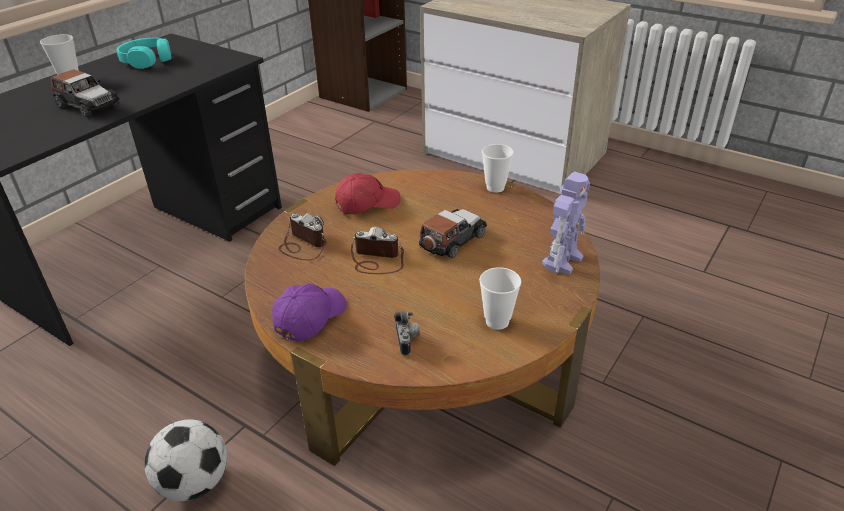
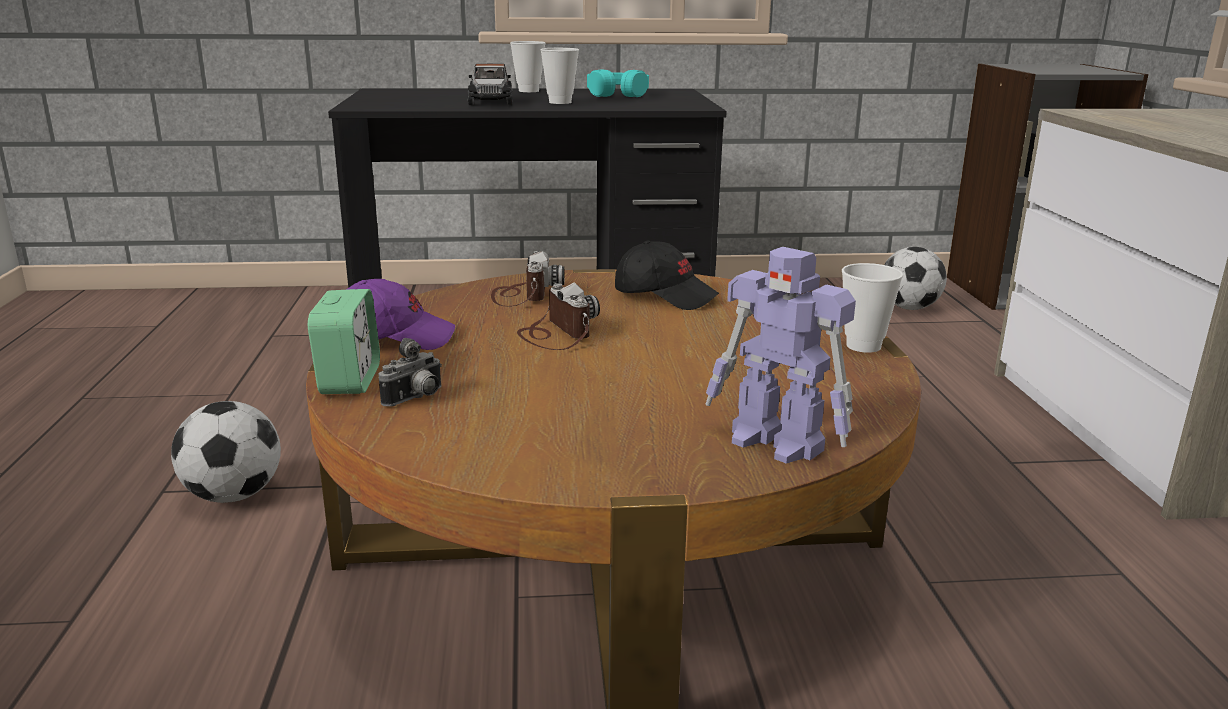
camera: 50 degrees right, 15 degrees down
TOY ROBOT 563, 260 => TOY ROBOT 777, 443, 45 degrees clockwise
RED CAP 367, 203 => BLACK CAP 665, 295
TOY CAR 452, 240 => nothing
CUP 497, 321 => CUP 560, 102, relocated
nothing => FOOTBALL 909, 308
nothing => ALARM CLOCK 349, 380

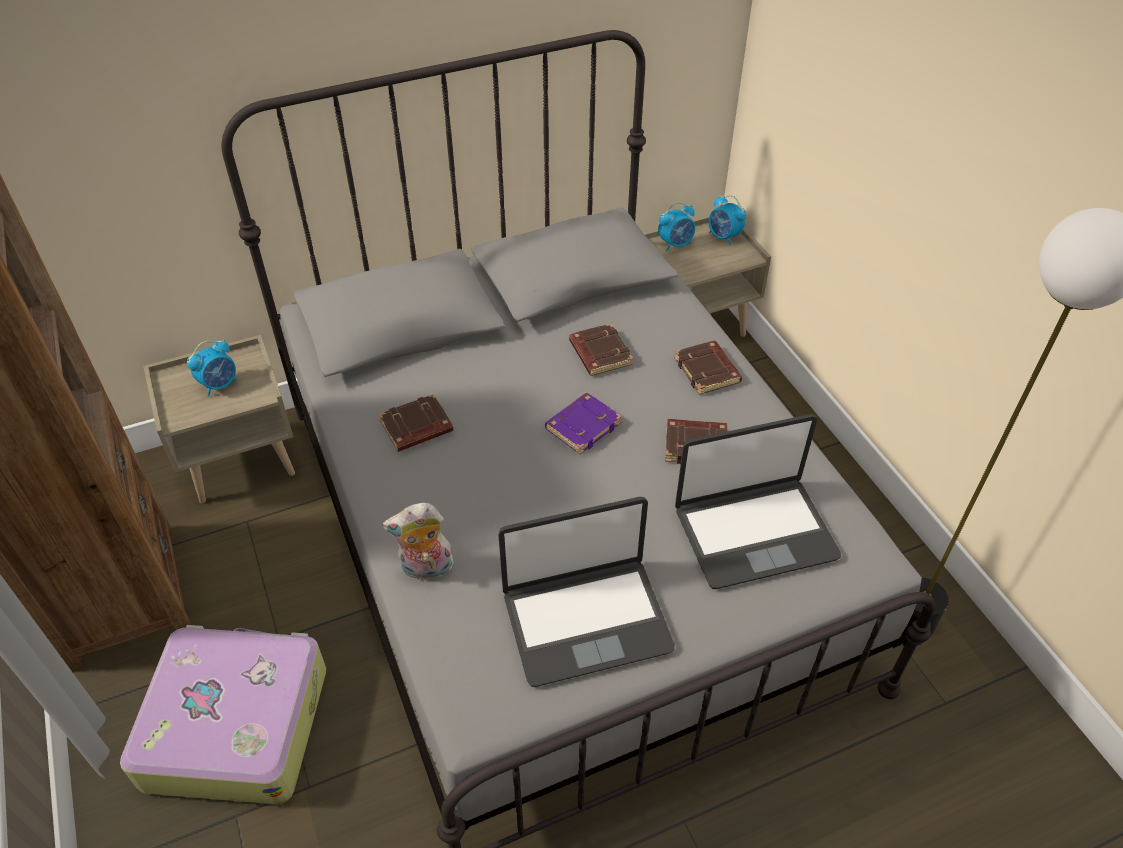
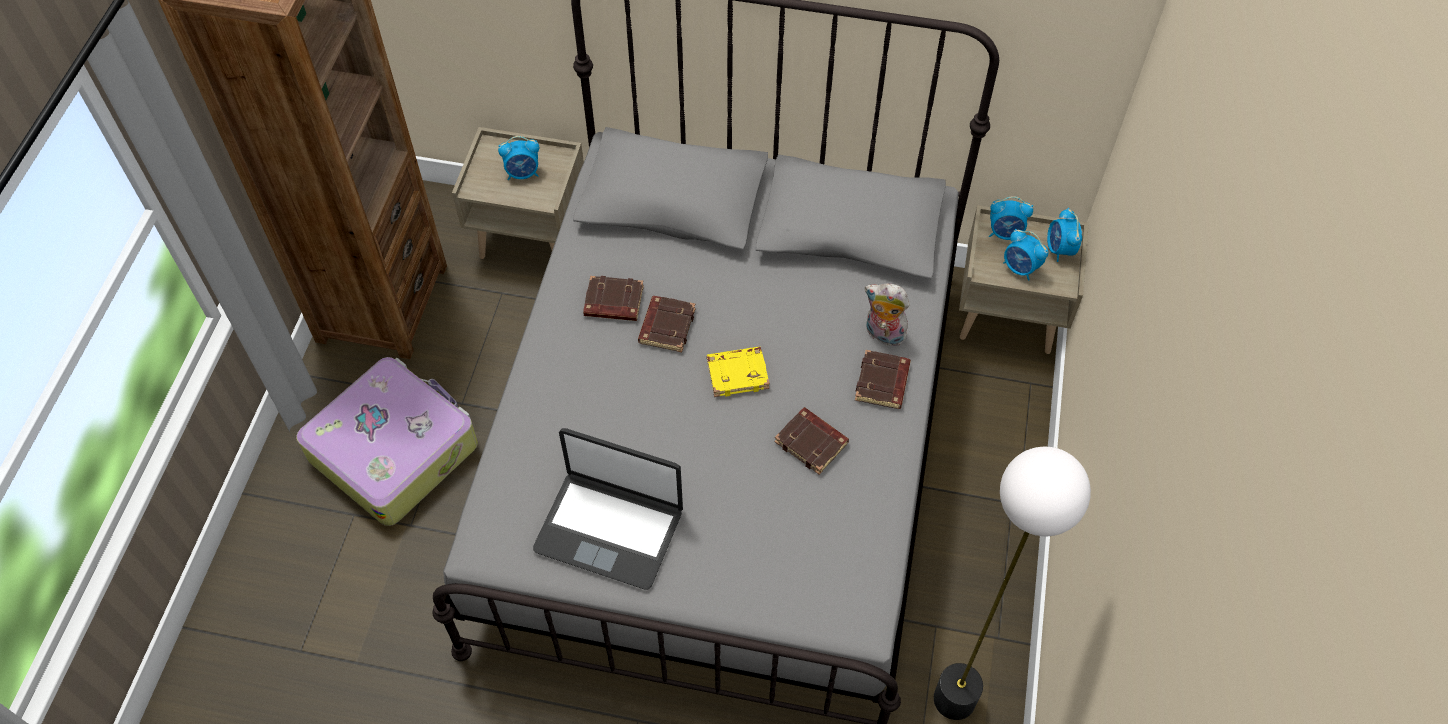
camera: 35 degrees right, 10 degrees up
BROWN BOOK 599, 353 => BROWN BOOK 666, 326, relocated
PURPLE BOOK 582, 426 => YELLOW BOOK 738, 373
LAPTOP 754, 532 => nothing
PLUSH TOY 426, 569 => PLUSH TOY 883, 334, relocated
nothing => ALARM CLOCK 1020, 268

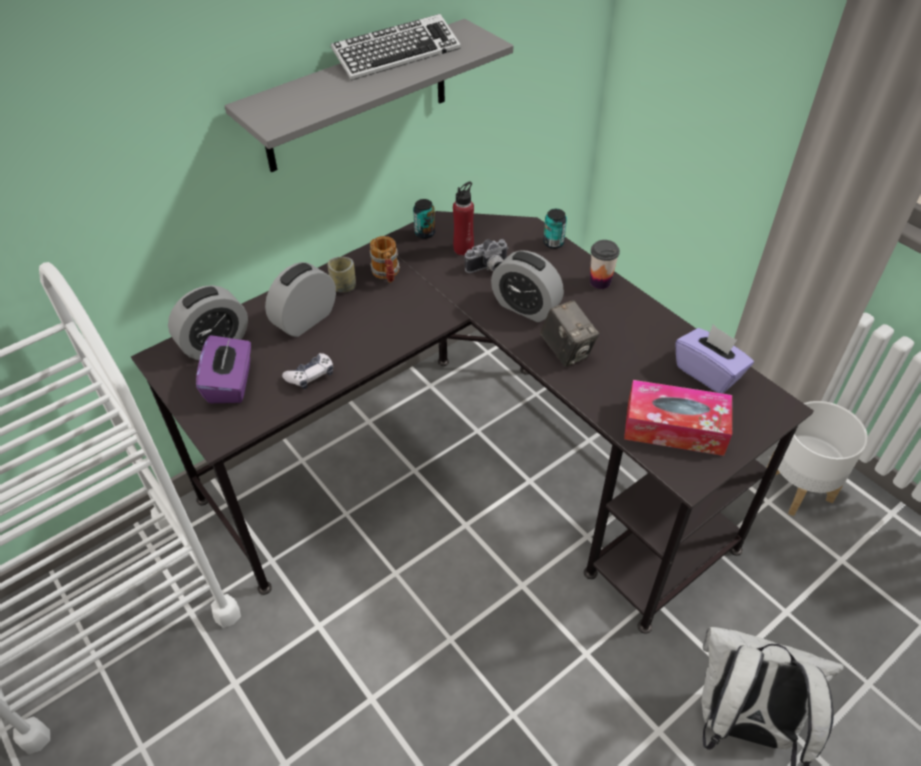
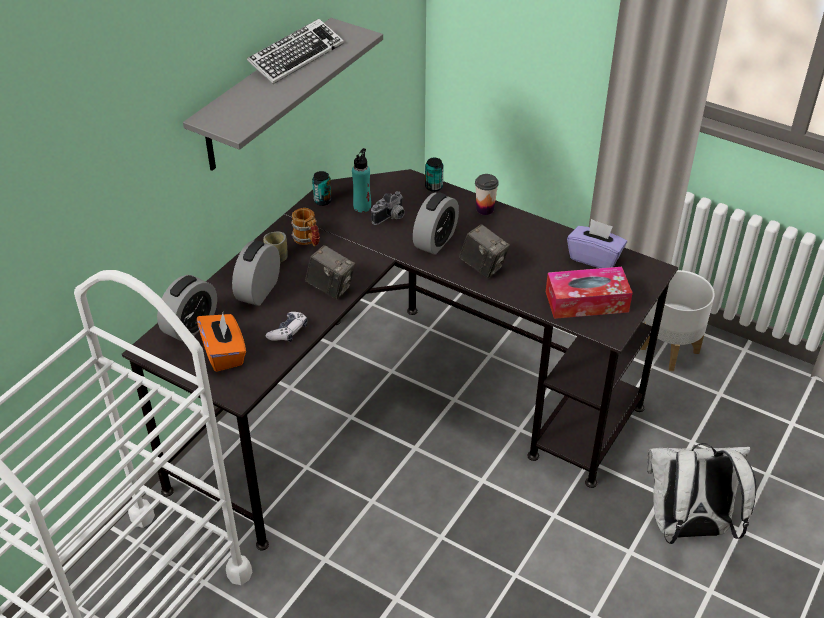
camera: 20 degrees left, 5 degrees down
RED BOTTLE 463, 249 => TURQUOISE BOTTLE 362, 207
ALARM CLOCK 525, 307 => ALARM CLOCK 435, 241, 75 degrees counterclockwise
PURPLE TISSUE BOX 231, 384 => ORANGE TISSUE BOX 224, 353
nothing => PHOTO CAMERA 331, 288

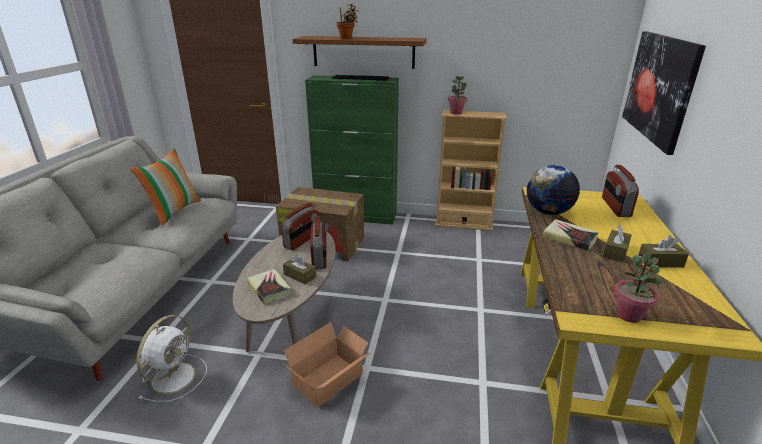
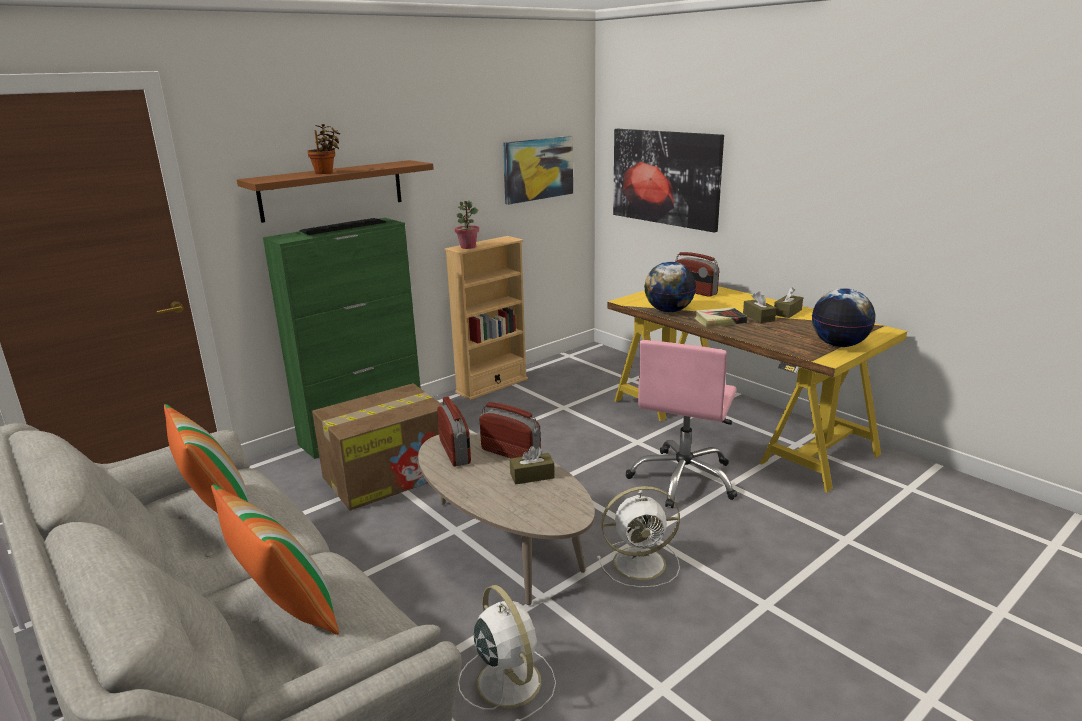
camera: 50 degrees left, 5 degrees down
POTTED PLANT 629, 315 => GLOBE 839, 345
BOOK 269, 289 => nothing
CARDBOARD BOX 331, 380 => WHITE FAN 641, 563
nothing => PICTURE 538, 169
nothing => PINK OFFICE CHAIR 684, 479
nothing => PILLOW 285, 610

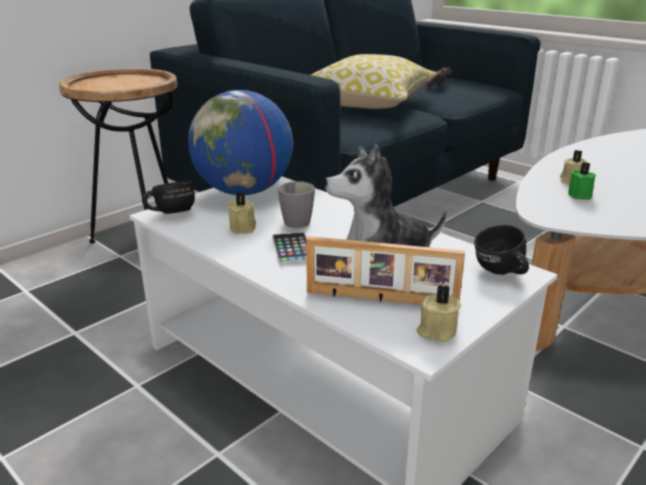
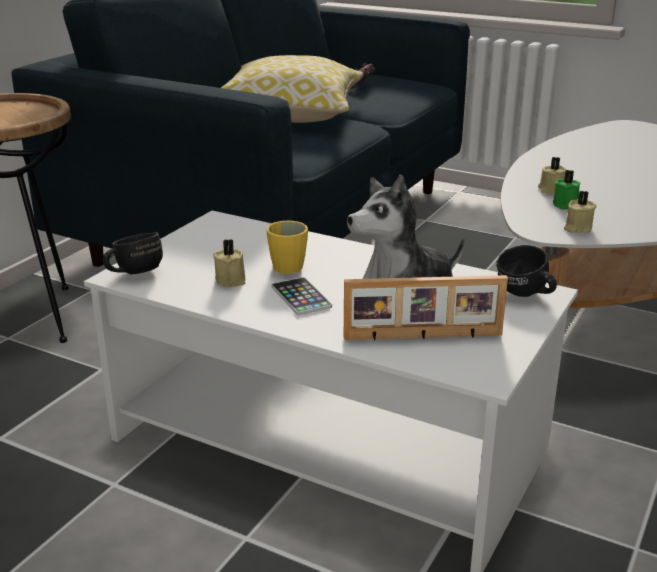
camera: 15 degrees left, 0 degrees up
GLOBE 244, 192 => nothing
GREY MUG 299, 220 => YELLOW MUG 288, 264
BEIGE CANDLE 436, 331 => BEIGE CANDLE 577, 228, relocated

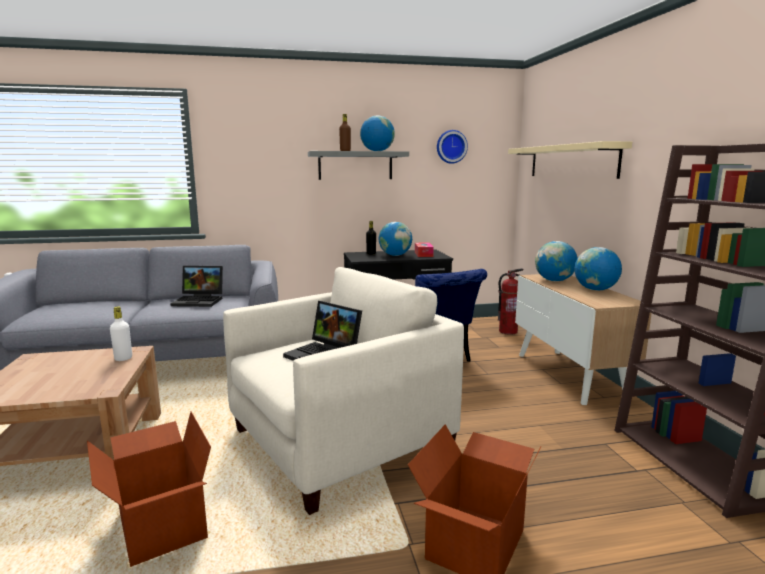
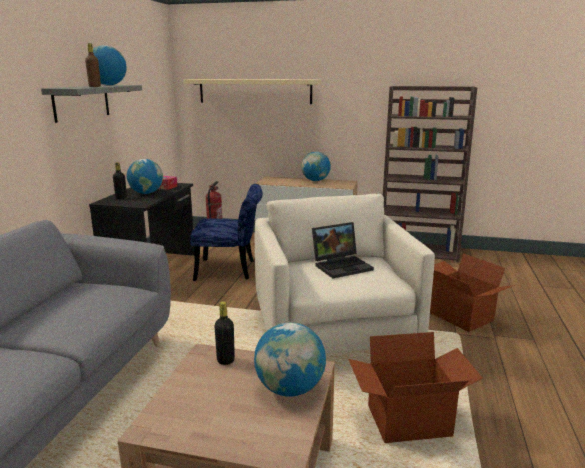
camera: 65 degrees left, 5 degrees up
WALL CLOCK 451, 146 => nothing
GLOBE 554, 280 => GLOBE 290, 389, relocated
LAPTOP 200, 301 => nothing
WHITE BOTTLE 123, 358 => BLACK BOTTLE 225, 360

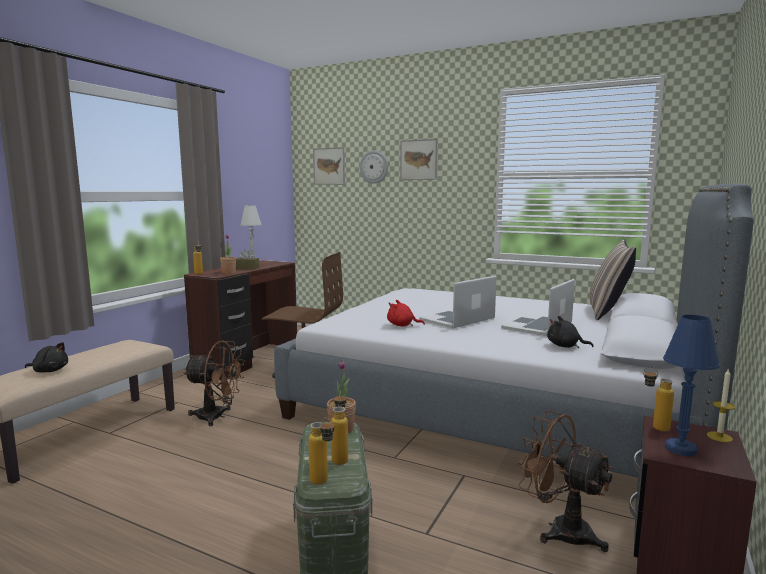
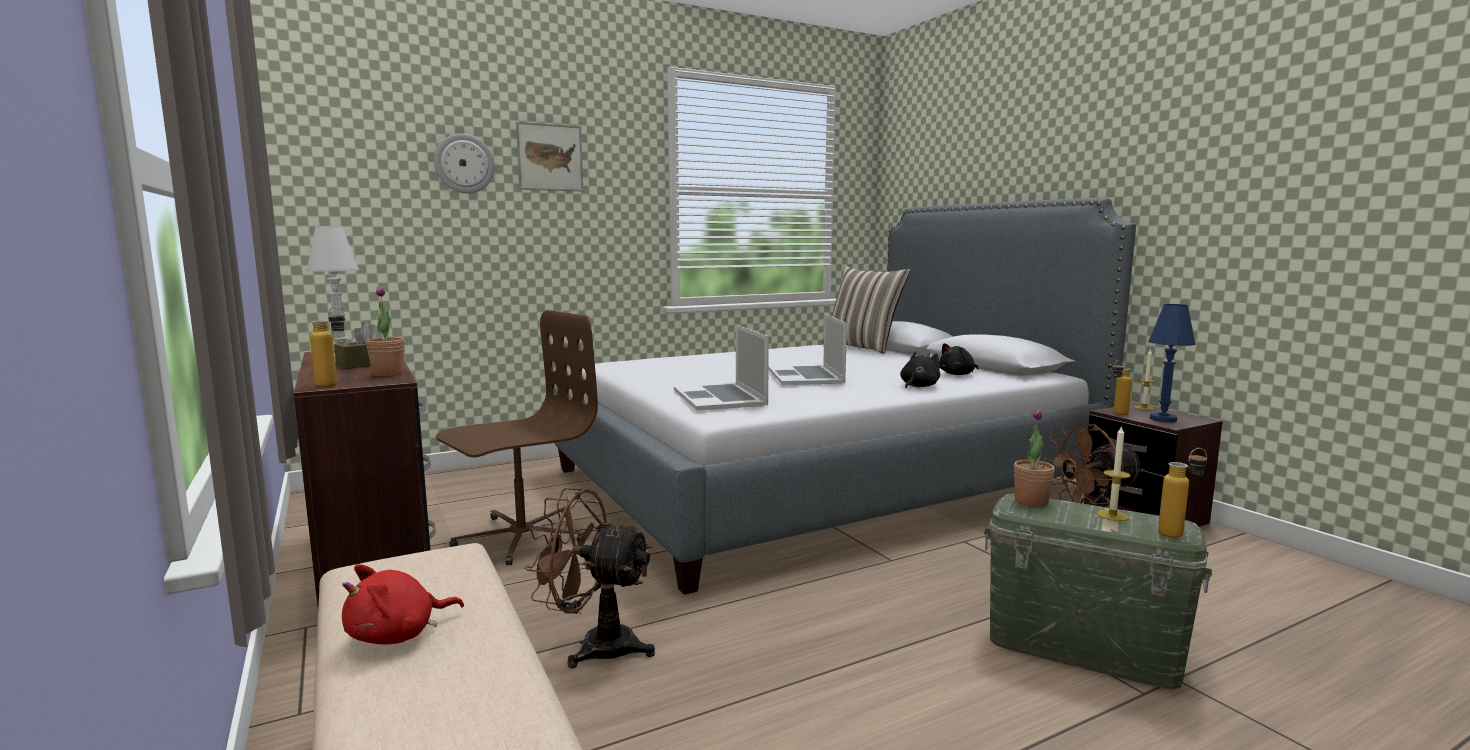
camera: 55 degrees left, 0 degrees up
PICTURE 329, 166 => nothing
LAPTOP 538, 325 => LAPTOP 720, 397, relocated
RED PLUSH TOY 402, 325 => RED PLUSH TOY 398, 635, relocated
BROWN FAN 217, 417 => BROWN FAN 595, 646, 120 degrees counterclockwise
BLACK PLUSH TOY 49, 371 => BLACK PLUSH TOY 918, 386, relocated
BOTTLE 340, 457 => CANDLE 1112, 515

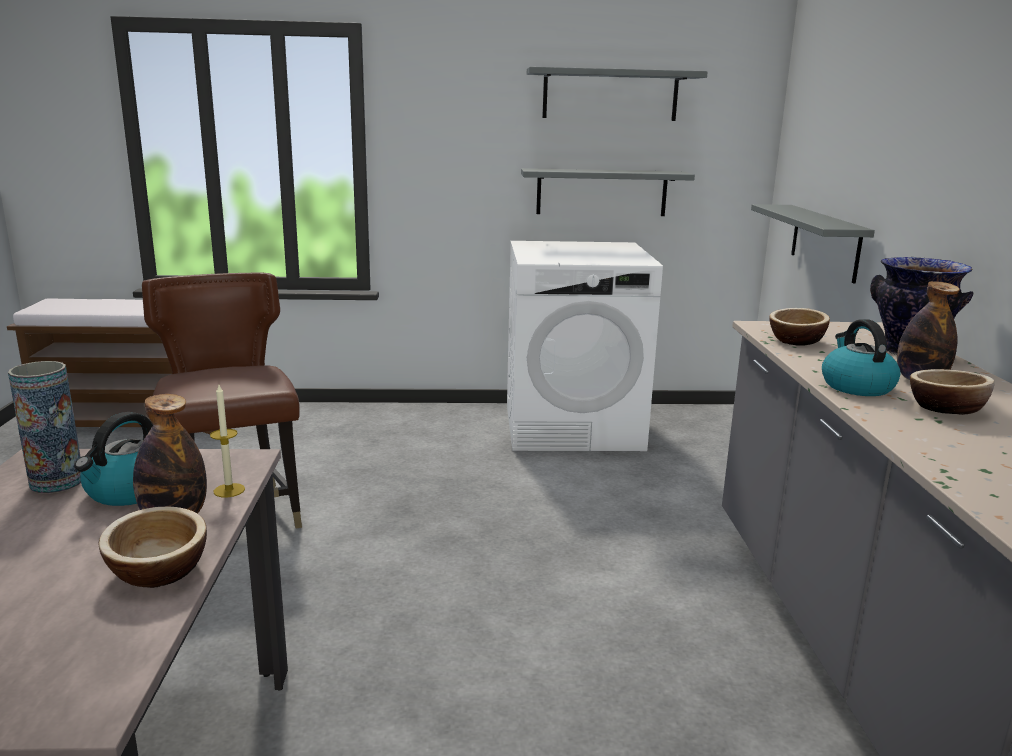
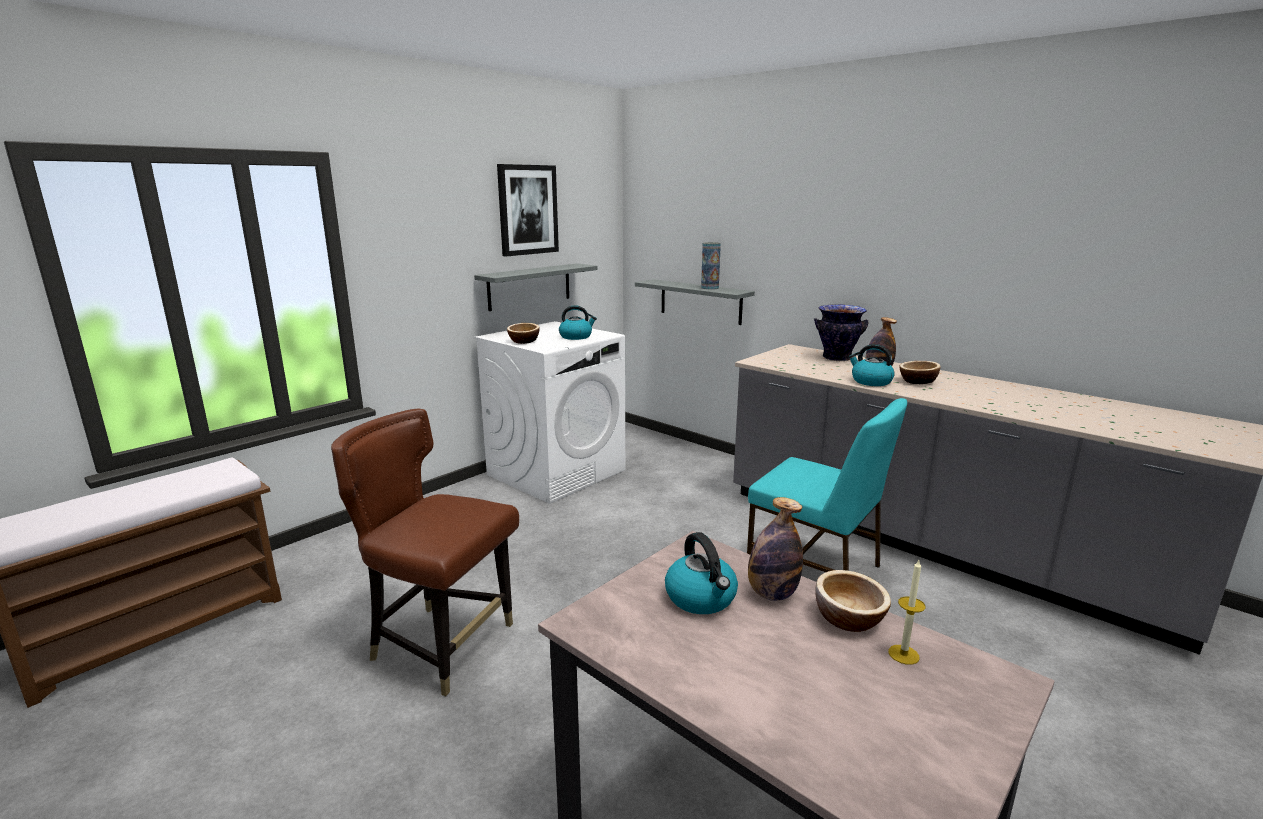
camera: 45 degrees left, 0 degrees up
GREY SHELF 610, 95 => PICTURE 527, 210
BOWL 796, 341 => BOWL 524, 341, relocated
VASE 57, 482 => VASE 709, 288, relocated
CANDLE 229, 490 => CANDLE 903, 654, relocated
nothing => KETTLE 576, 337
nothing => TURQUOISE CHAIR 815, 570

